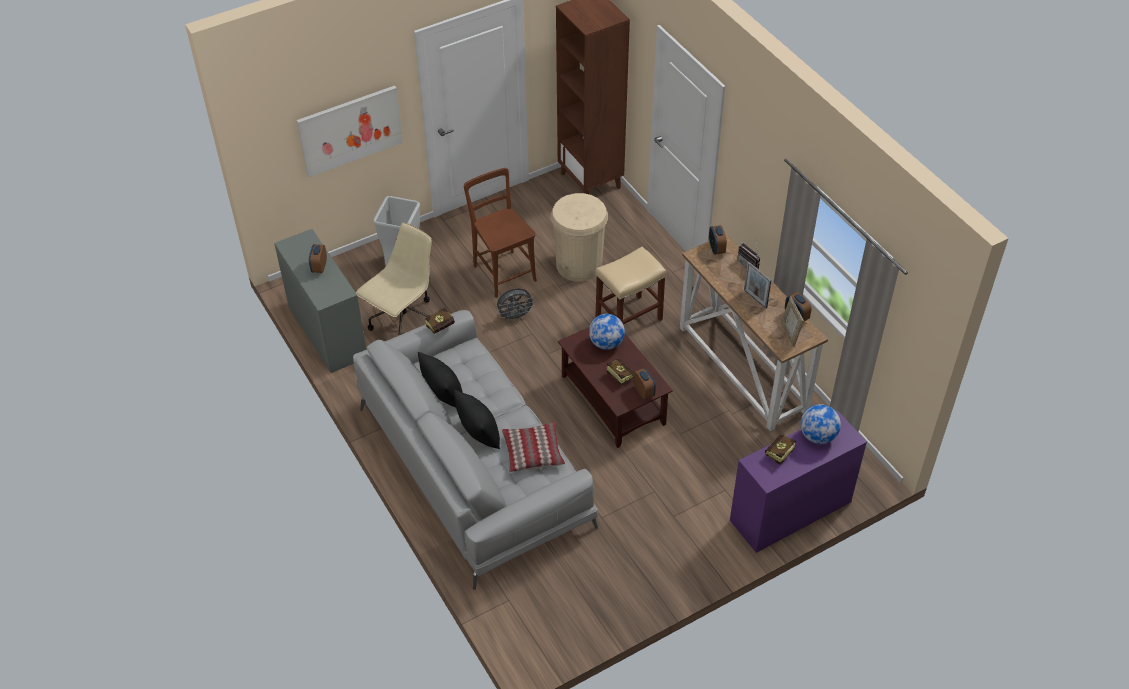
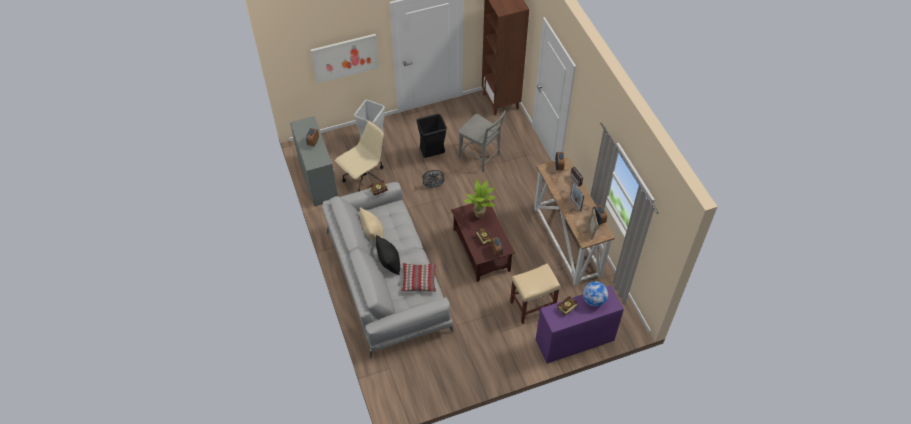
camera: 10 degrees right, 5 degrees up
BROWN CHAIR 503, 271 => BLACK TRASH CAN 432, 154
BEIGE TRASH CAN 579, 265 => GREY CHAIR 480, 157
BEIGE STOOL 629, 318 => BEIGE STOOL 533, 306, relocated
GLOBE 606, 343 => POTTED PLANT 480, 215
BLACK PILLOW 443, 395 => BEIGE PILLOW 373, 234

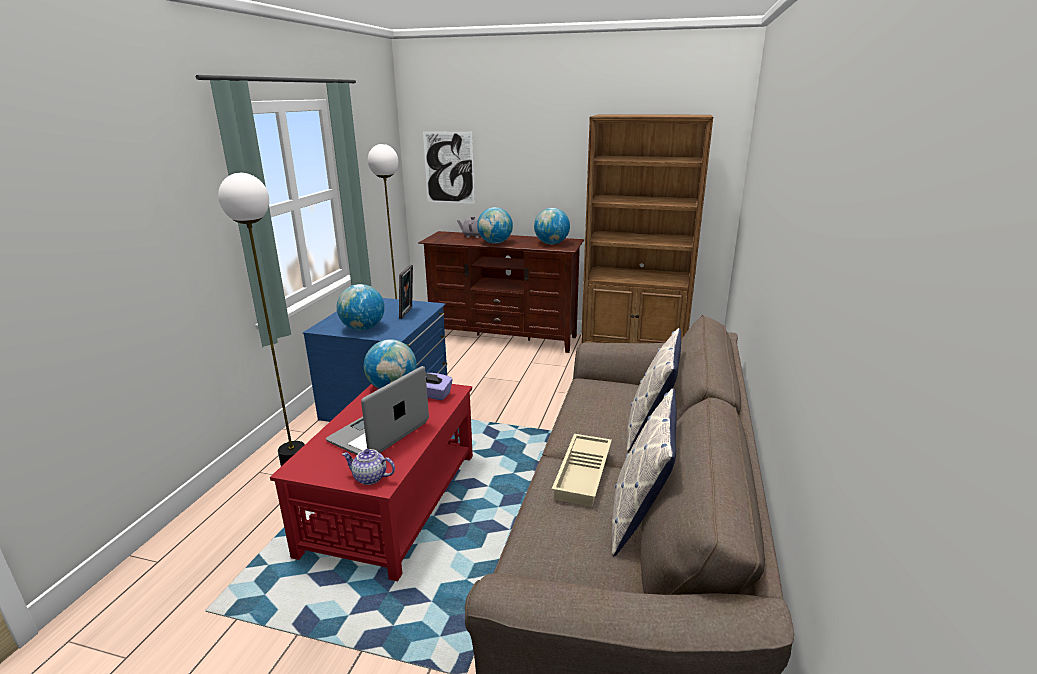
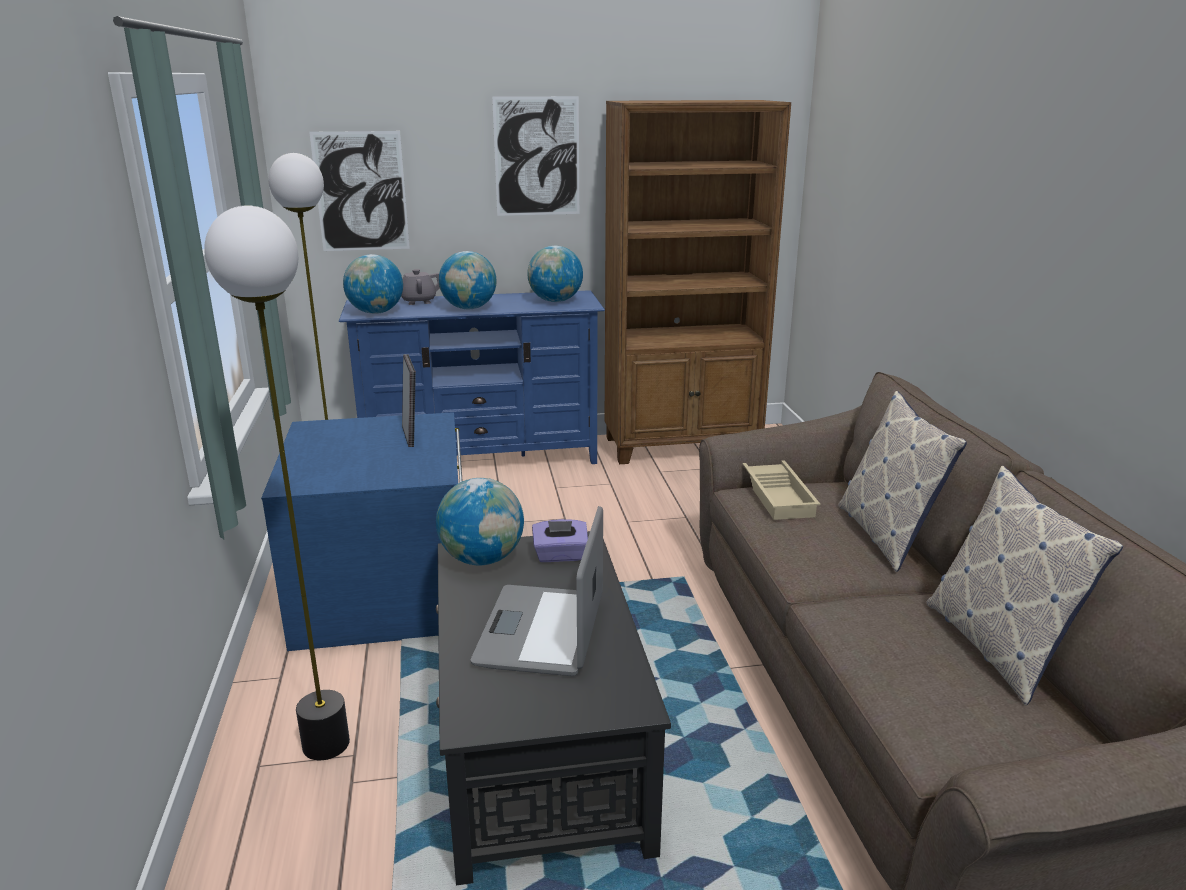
camera: 25 degrees left, 0 degrees up
BROWN TV STAND 504, 337 => BLUE TV STAND 482, 458
GLOBE 363, 328 => GLOBE 375, 312, relocated
RED COFFEE TABLE 391, 502 => BLACK COFFEE TABLE 538, 744
BEIGE TRAY 584, 474 => BEIGE TRAY 778, 494, relocated
TEAPOT 369, 478 => nothing
nothing => PICTURE 537, 157

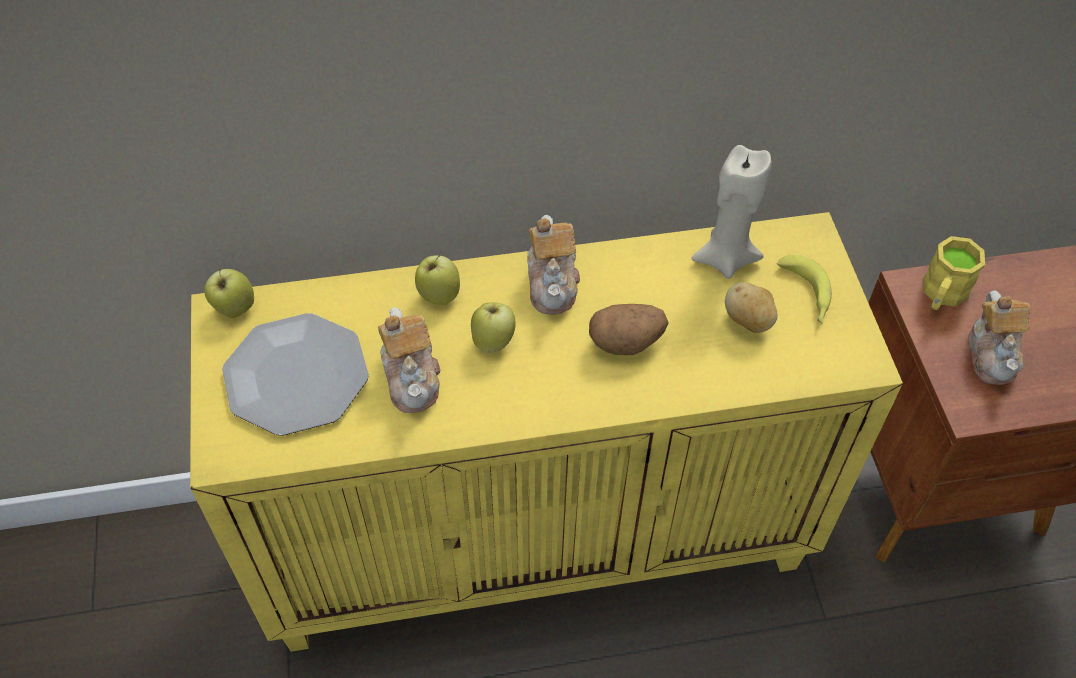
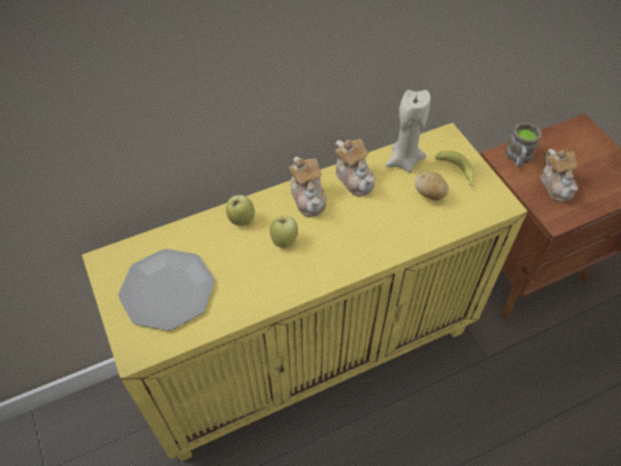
camera: 15 degrees left, 0 degrees up
YELLOW MUG 941, 295 => BROWN MUG 518, 158
APPLE 234, 308 => nothing
POTATO 626, 342 => nothing
TEAPOT 412, 377 => TEAPOT 354, 178, relocated

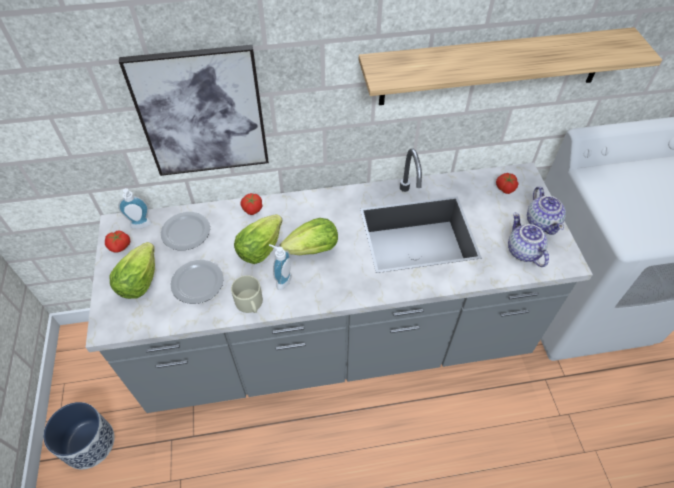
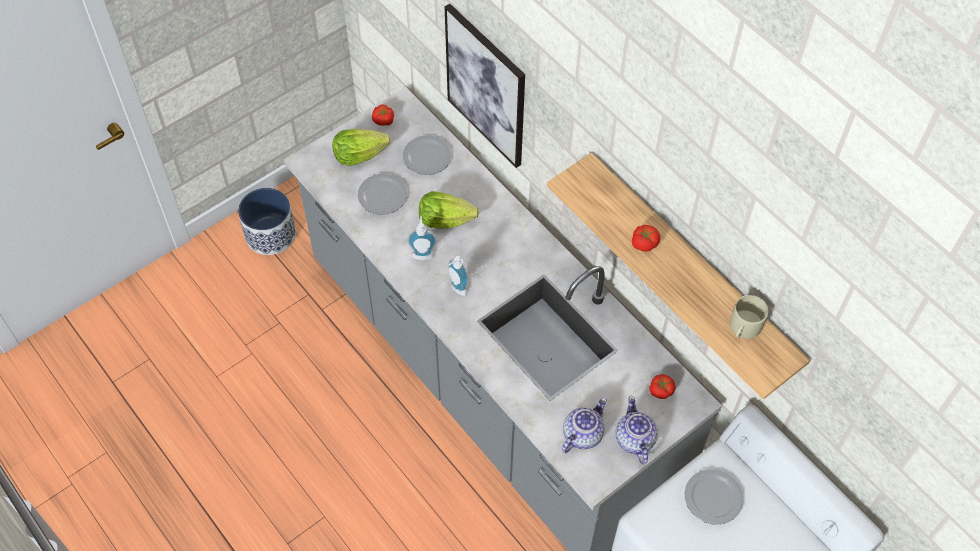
camera: 60 degrees right, 5 degrees up
TEAPOT 542, 222 => TEAPOT 634, 440, 120 degrees clockwise
SOAP DISPENSER 141, 226 => SOAP DISPENSER 456, 289, relocated
TOMATO 252, 209 => TOMATO 644, 243, relocated
LETTUCE 313, 249 => nothing
BEIGE MUG 250, 303 => BEIGE MUG 743, 327, relocated
nothing => PLATE 712, 497

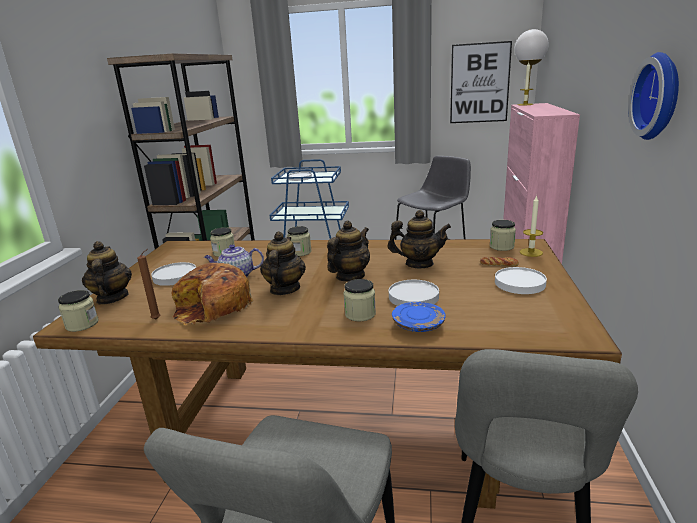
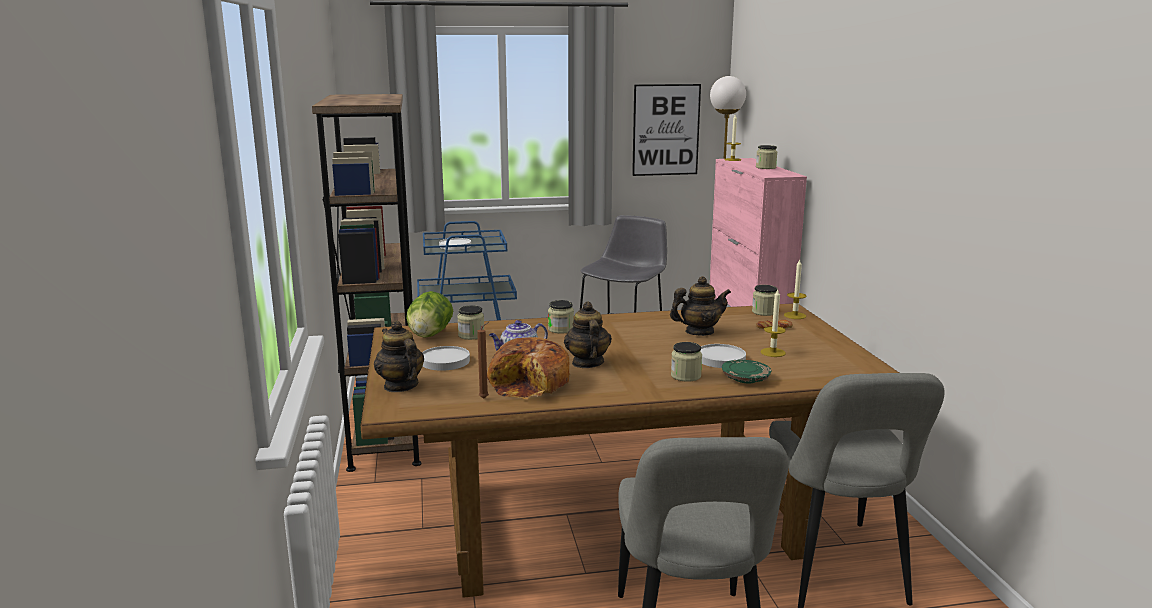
camera: 20 degrees left, 5 degrees down
WALL CLOCK 660, 96 => nothing
TEAPOT 350, 276 => nothing
WHITE PLATE 519, 283 => nothing
JAR 82, 324 => JAR 765, 167, relocated
BLUE PLATE 418, 325 => GREEN PLATE 745, 379
nothing => CANDLE 773, 352
nothing => LETTUCE 430, 335

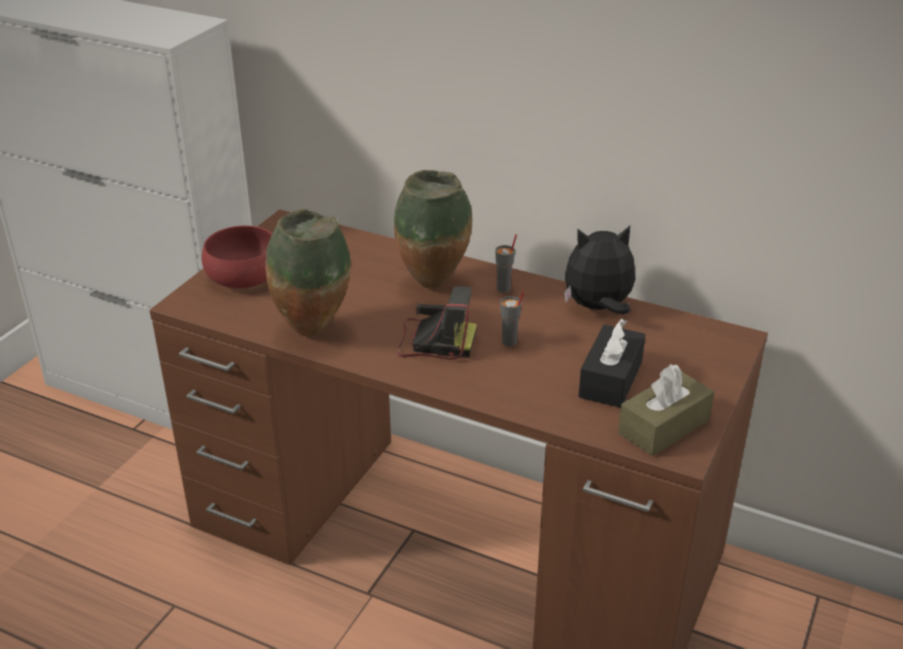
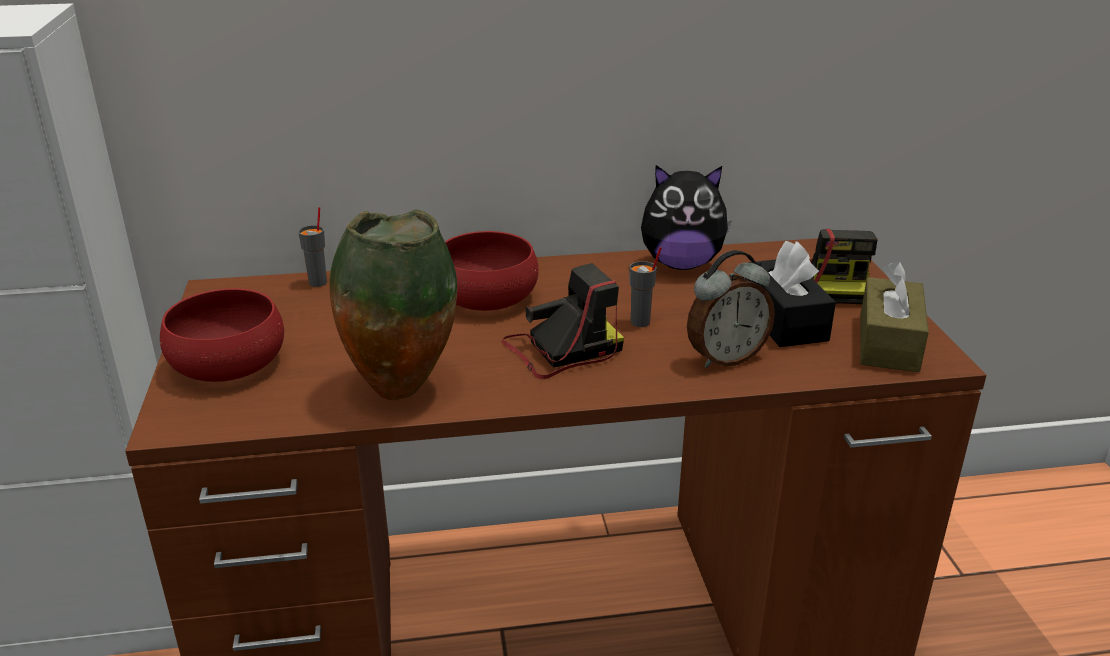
camera: 35 degrees left, 5 degrees down
VASE 434, 286 => RED BOWL 487, 297
PLUSH TOY 598, 308 => PLUSH TOY 681, 264, 135 degrees counterclockwise
GREY CUP 504, 288 => GREY CUP 318, 282, relocated
nothing => PHOTO CAMERA 834, 283
nothing => ALARM CLOCK 725, 358

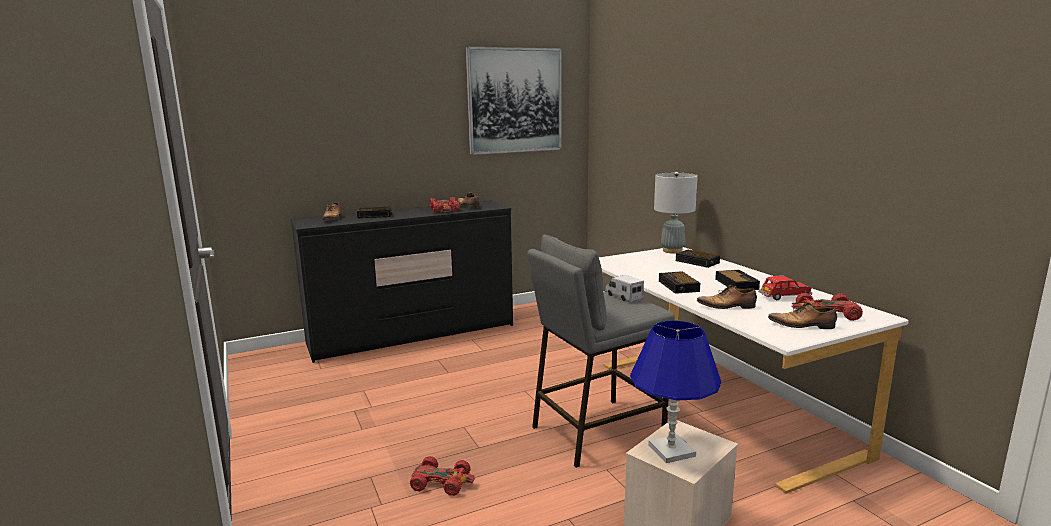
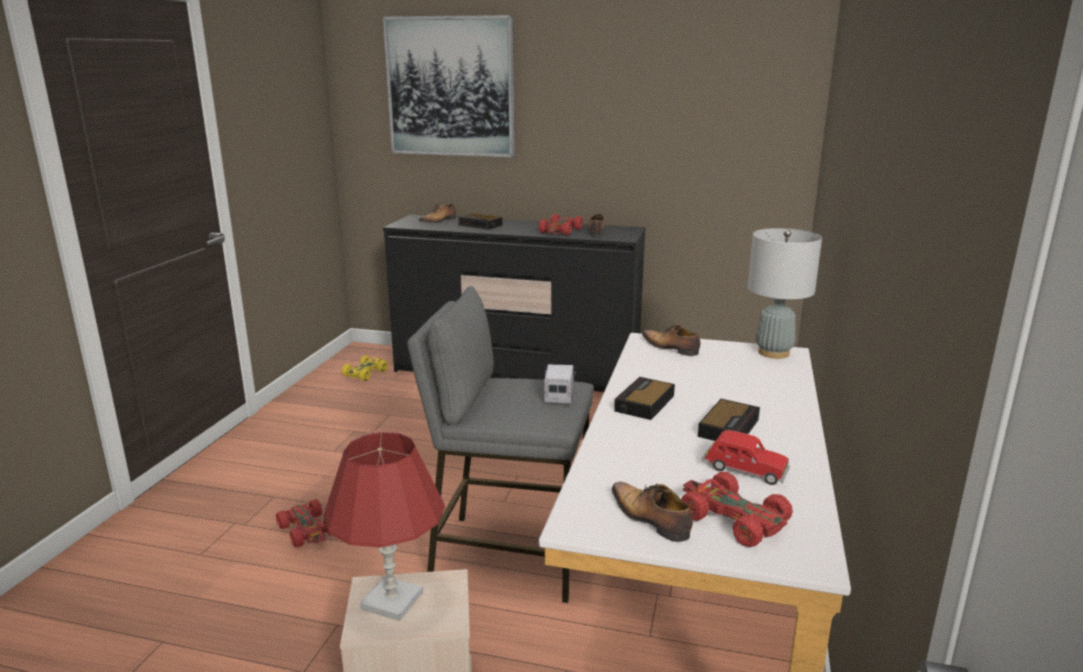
camera: 40 degrees right, 5 degrees up
PICTURE 514, 100 => PICTURE 450, 87, relocated
ALARM CLOCK 698, 262 => nothing
SHOE 727, 306 => SHOE 670, 348, relocated
BLUE TABLE LAMP 671, 450 => RED TABLE LAMP 392, 600
nothing => YELLOW TOY CAR 365, 373

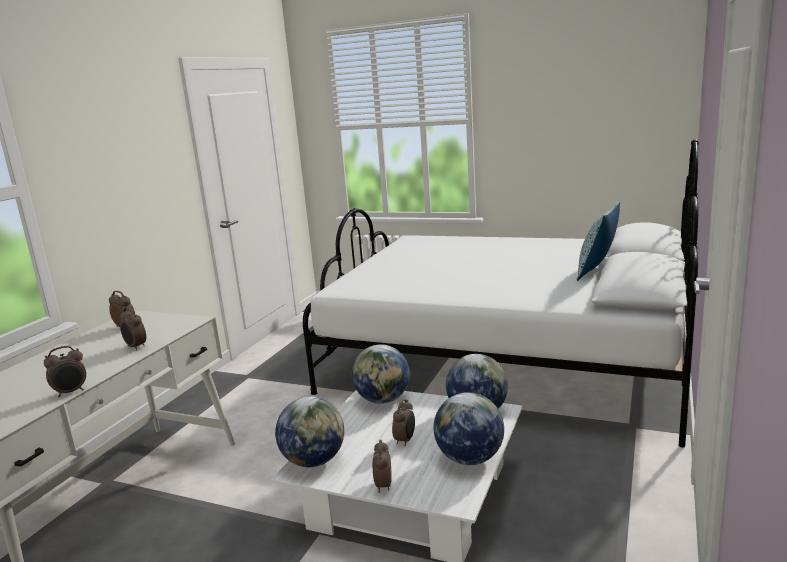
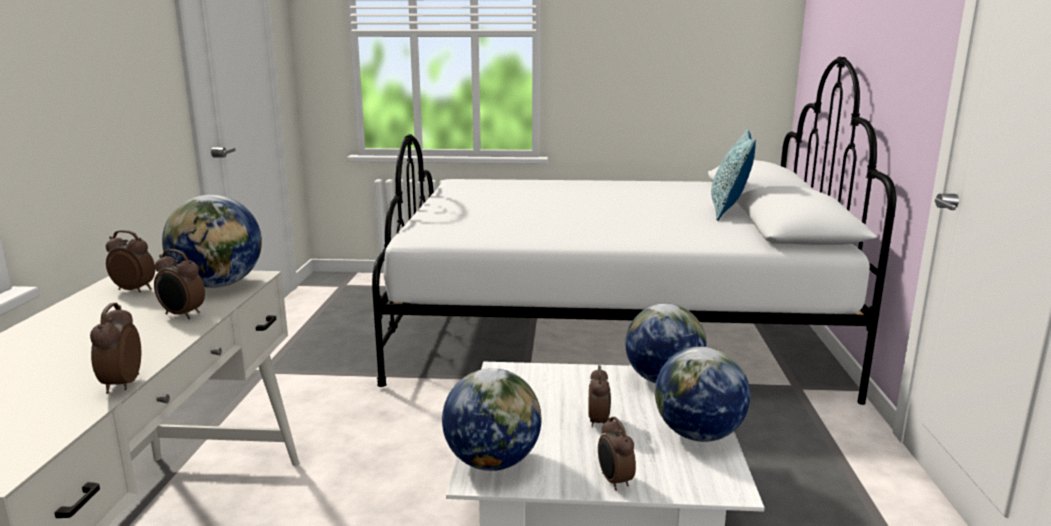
camera: 20 degrees left, 0 degrees up
GLOBE 383, 400 => GLOBE 219, 285, relocated
ALARM CLOCK 71, 392 => ALARM CLOCK 121, 385, 135 degrees clockwise

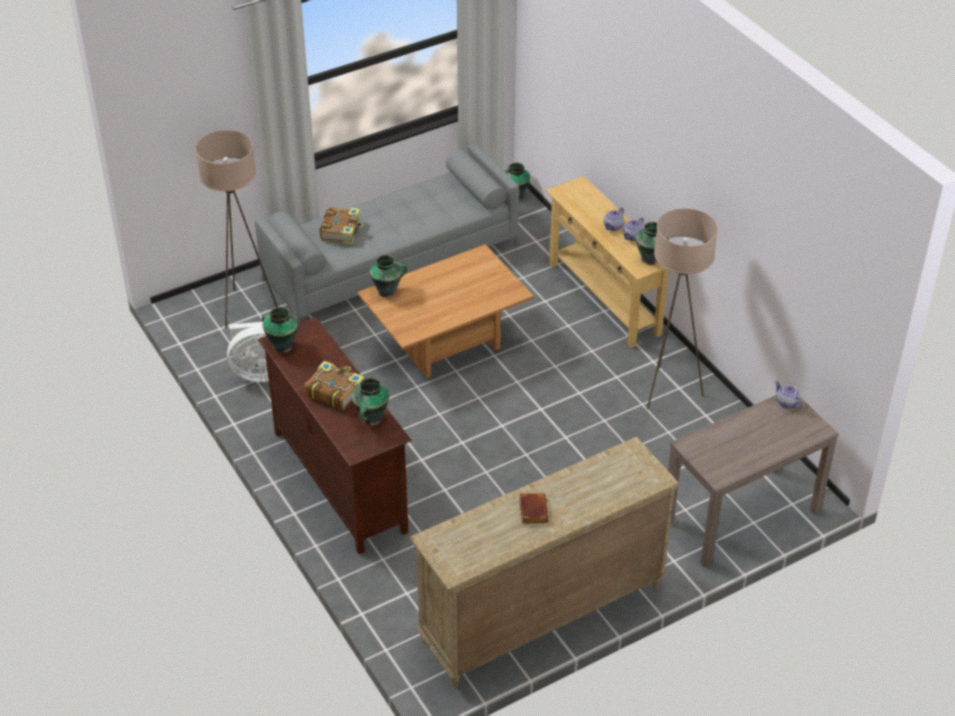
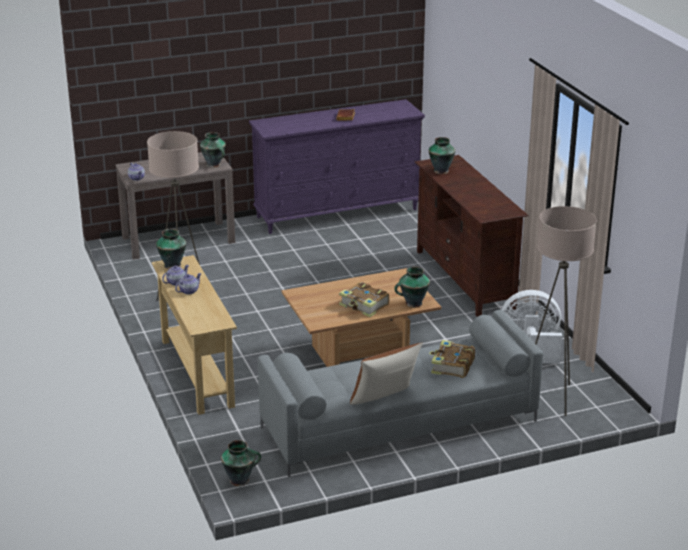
camera: 170 degrees left, 15 degrees down
VASE 282, 346 => VASE 214, 165, relocated
BOOK 334, 391 => BOOK 364, 306, relocated
BEIGE DRESSER 541, 614 => PURPLE DRESSER 338, 213
nothing => BROWN PILLOW 385, 400

